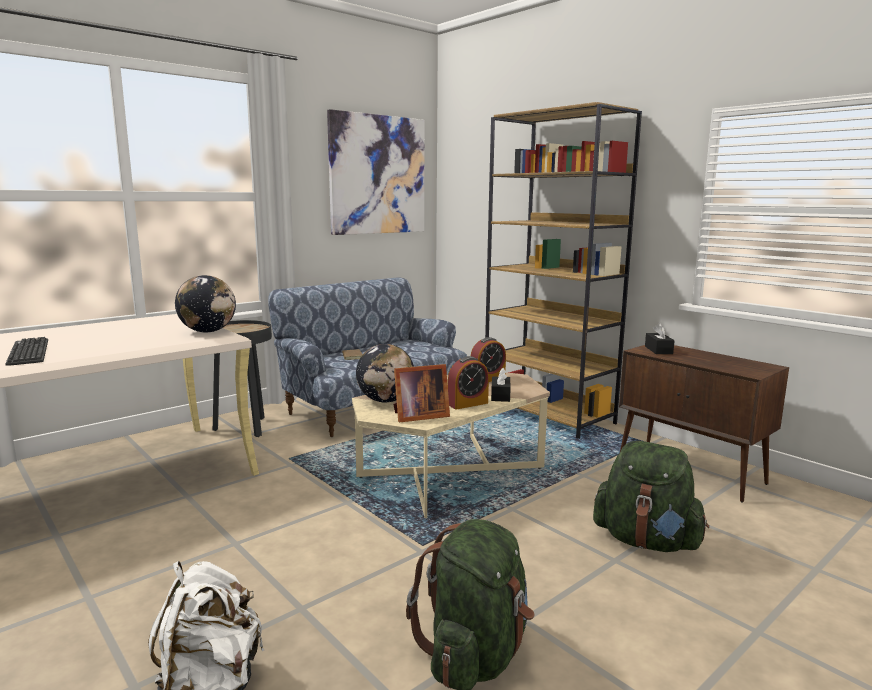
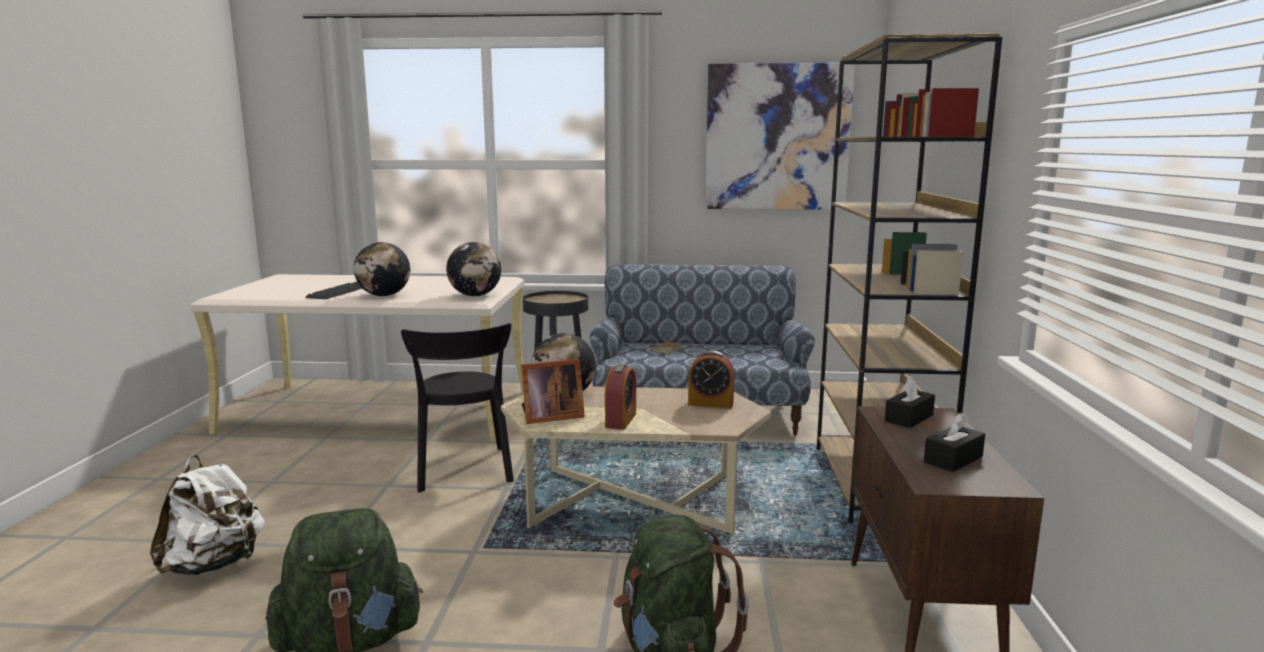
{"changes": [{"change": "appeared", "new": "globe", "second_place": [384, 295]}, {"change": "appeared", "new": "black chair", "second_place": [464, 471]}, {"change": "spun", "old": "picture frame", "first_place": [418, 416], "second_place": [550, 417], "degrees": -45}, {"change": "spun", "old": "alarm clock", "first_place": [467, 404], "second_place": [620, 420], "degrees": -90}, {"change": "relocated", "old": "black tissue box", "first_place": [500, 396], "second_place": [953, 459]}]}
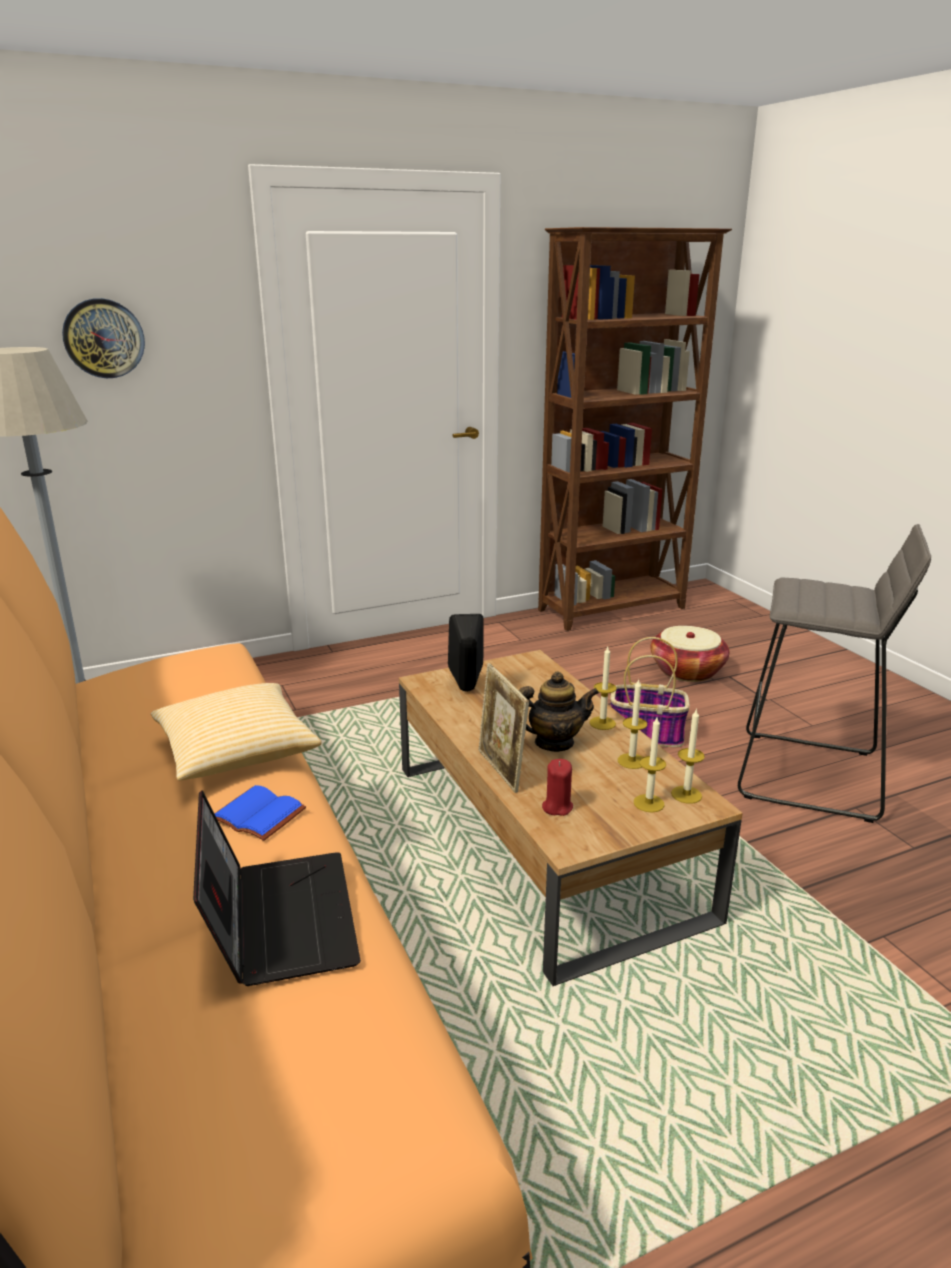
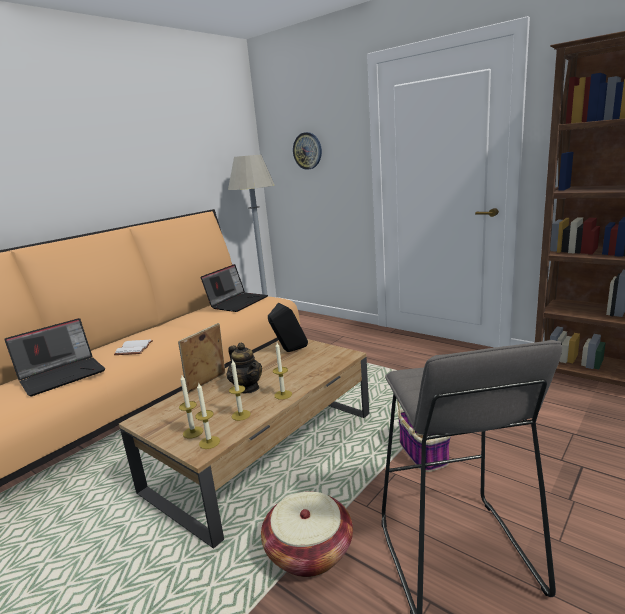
{"changes": [{"change": "colour", "old": "blue book", "new": "white book", "first_place": [255, 816], "second_place": [133, 348]}, {"change": "appeared", "new": "laptop", "second_place": [237, 302]}, {"change": "relocated", "old": "basket", "first_place": [687, 671], "second_place": [309, 551]}, {"change": "missing", "old": "pillow", "first_place": [236, 752]}, {"change": "missing", "old": "red candle", "first_place": [557, 807]}]}
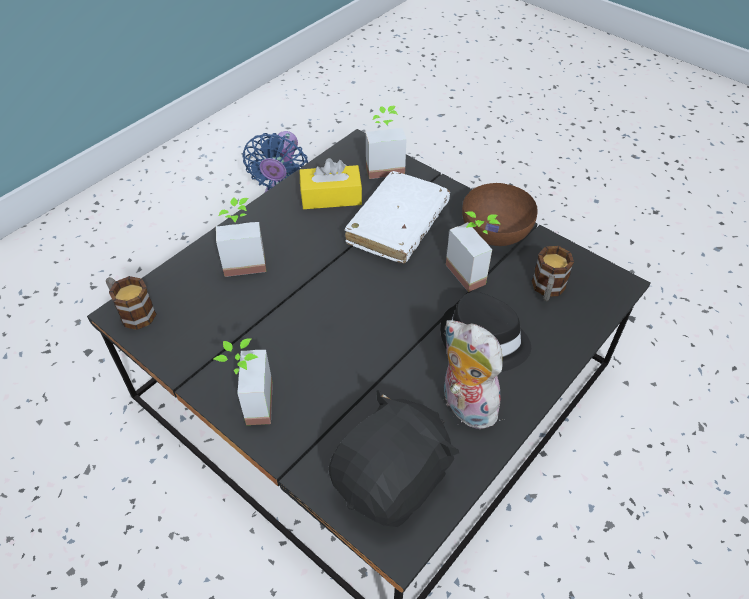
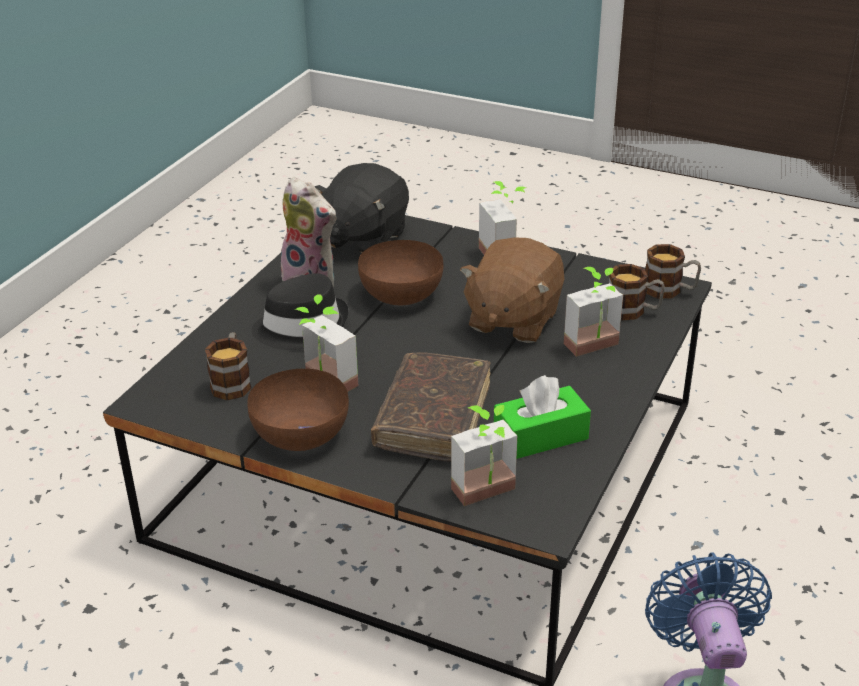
{"changes": [{"change": "appeared", "new": "brown bowl", "second_place": [401, 293]}, {"change": "colour", "old": "white book", "new": "brown book", "first_place": [397, 225], "second_place": [433, 418]}, {"change": "appeared", "new": "brown plush toy", "second_place": [512, 319]}, {"change": "colour", "old": "yellow tissue box", "new": "green tissue box", "first_place": [331, 197], "second_place": [540, 436]}, {"change": "appeared", "new": "mug", "second_place": [633, 311]}]}
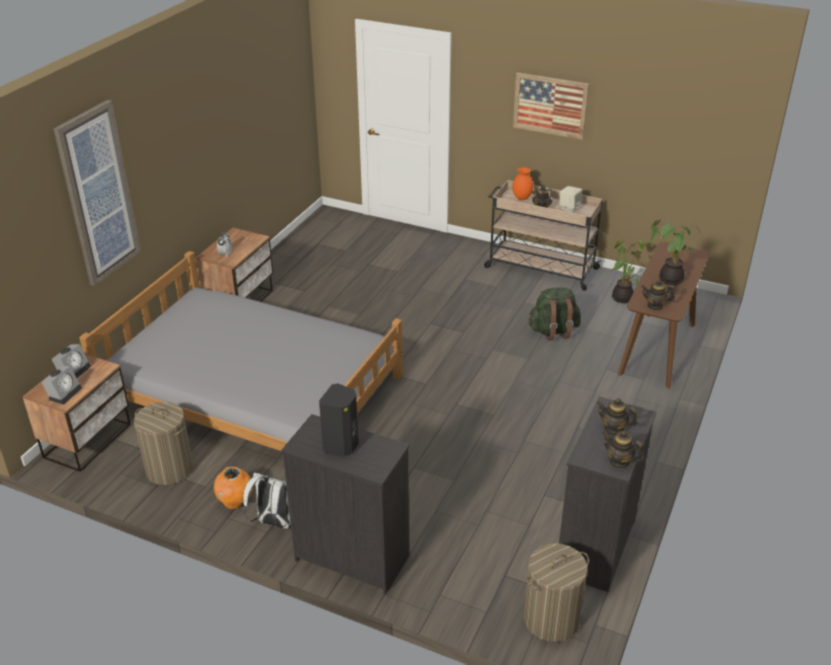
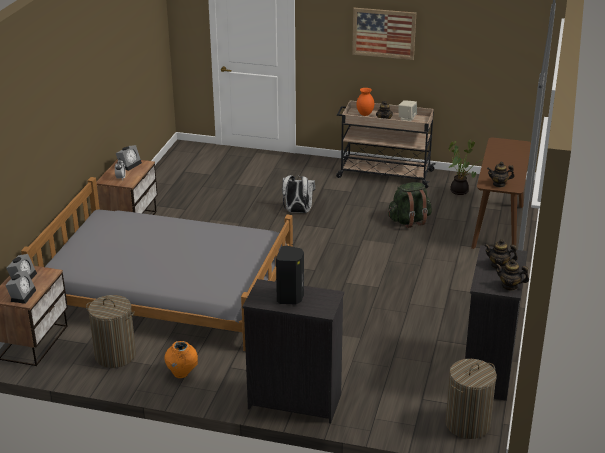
{"changes": [{"change": "appeared", "new": "alarm clock", "second_place": [129, 164]}, {"change": "relocated", "old": "white backpack", "first_place": [275, 522], "second_place": [297, 211]}, {"change": "missing", "old": "picture", "first_place": [98, 194]}, {"change": "missing", "old": "potted plant", "first_place": [668, 278]}]}
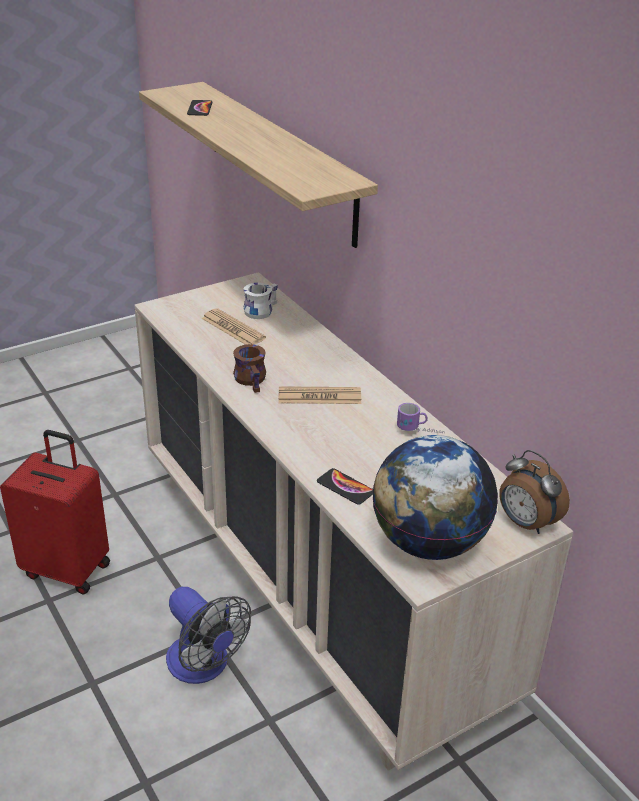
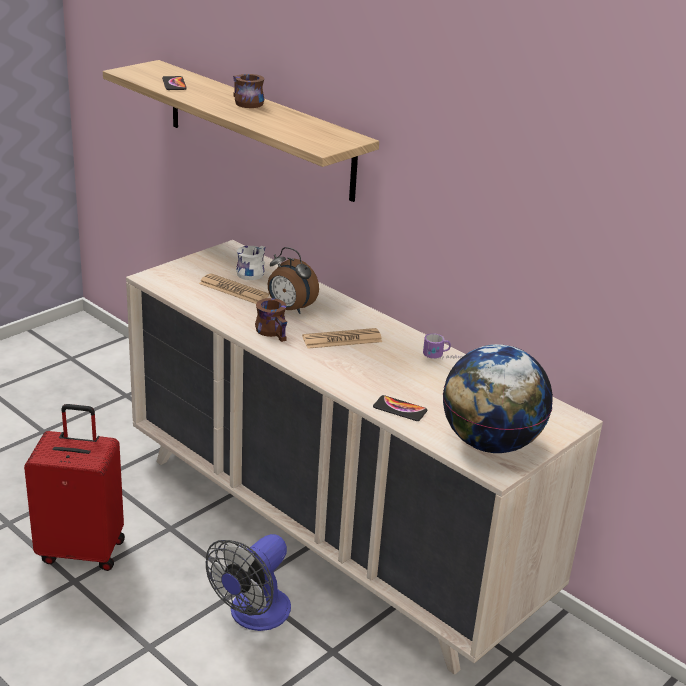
{"changes": [{"change": "spun", "old": "fan", "first_place": [204, 666], "second_place": [253, 616], "degrees": 90}, {"change": "appeared", "new": "brown mug", "second_place": [244, 103]}, {"change": "relocated", "old": "alarm clock", "first_place": [525, 523], "second_place": [290, 309]}]}
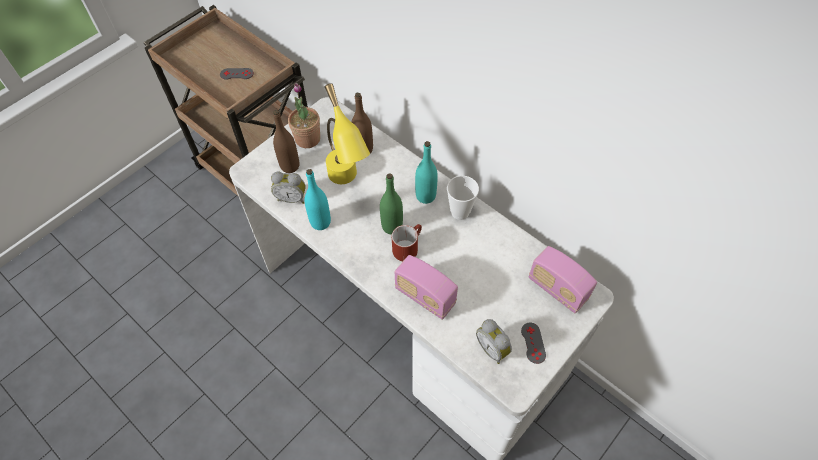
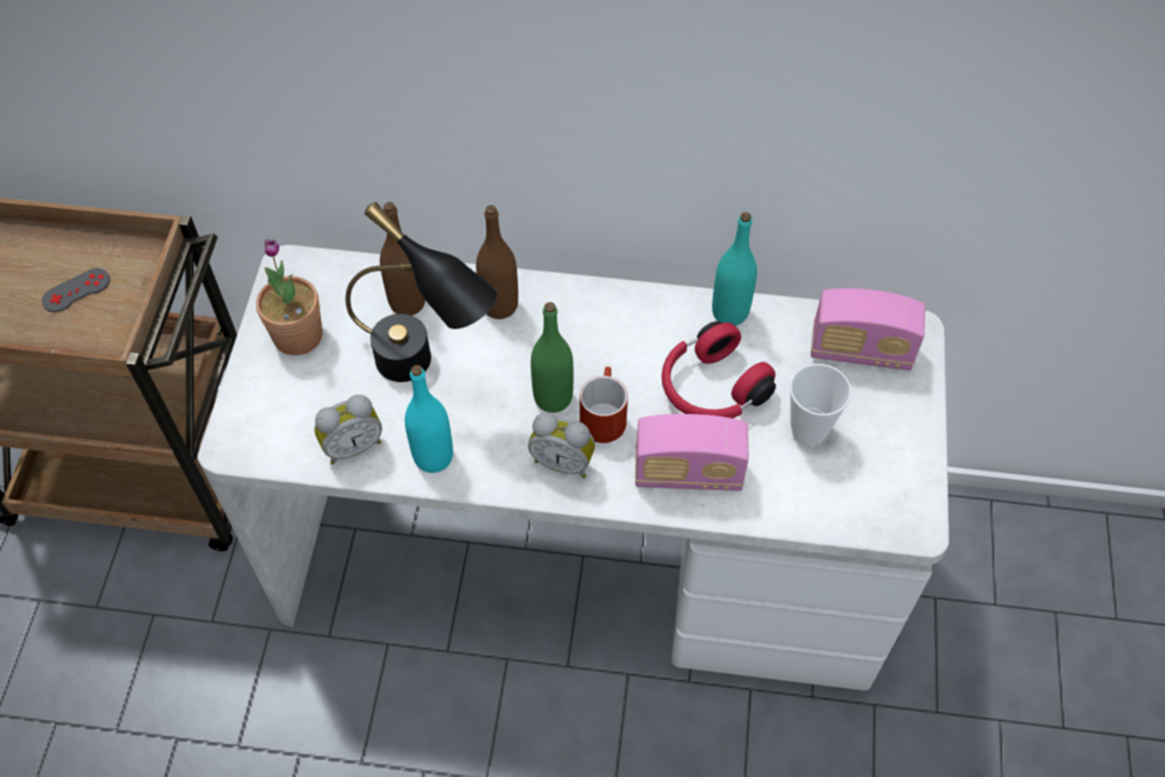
{"changes": [{"change": "colour", "old": "yellow table lamp", "new": "black table lamp", "first_place": [347, 183], "second_place": [426, 371]}, {"change": "relocated", "old": "brown bottle", "first_place": [290, 166], "second_place": [499, 305]}, {"change": "relocated", "old": "alarm clock", "first_place": [493, 348], "second_place": [563, 461]}, {"change": "appeared", "new": "red headphones", "second_place": [711, 389]}, {"change": "relocated", "old": "turquoise bottle", "first_place": [425, 196], "second_place": [730, 312]}, {"change": "relocated", "old": "cup", "first_place": [460, 212], "second_place": [808, 431]}, {"change": "missing", "old": "grey game controller", "first_place": [533, 343]}]}
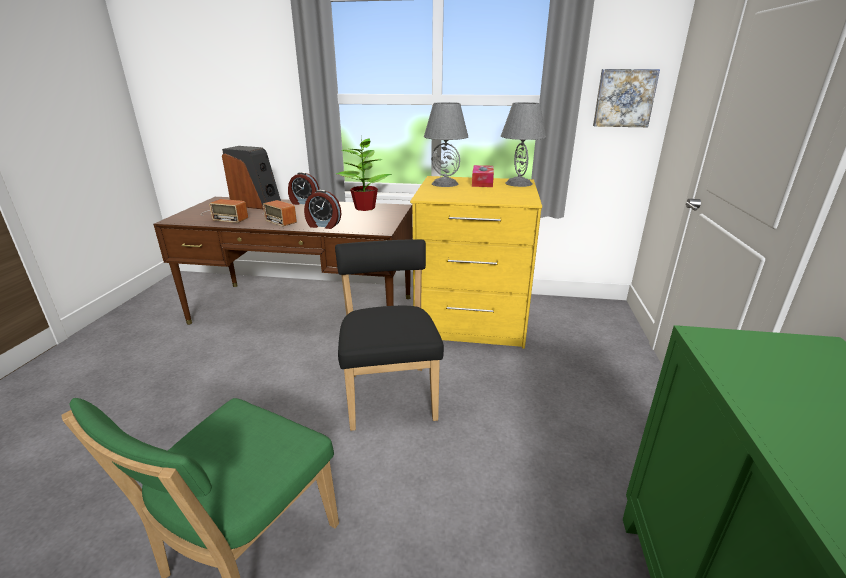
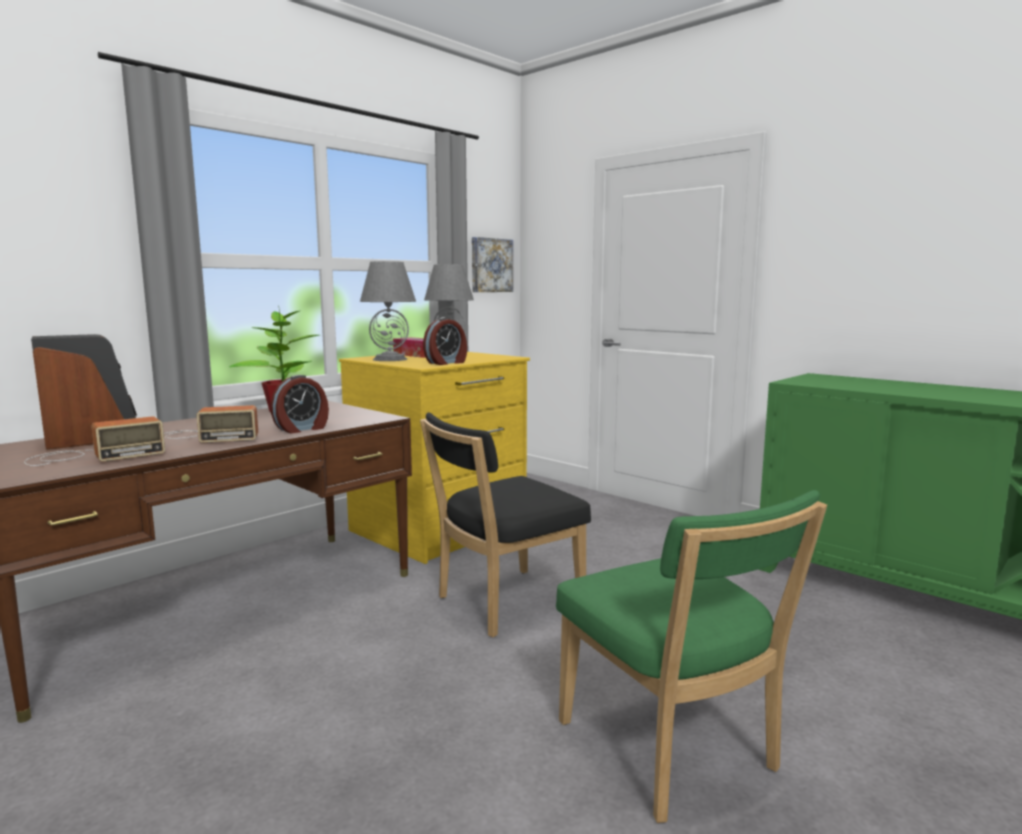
{"changes": [{"change": "spun", "old": "black chair", "first_place": [390, 393], "second_place": [503, 604], "degrees": -60}, {"change": "relocated", "old": "alarm clock", "first_place": [304, 203], "second_place": [446, 363]}]}
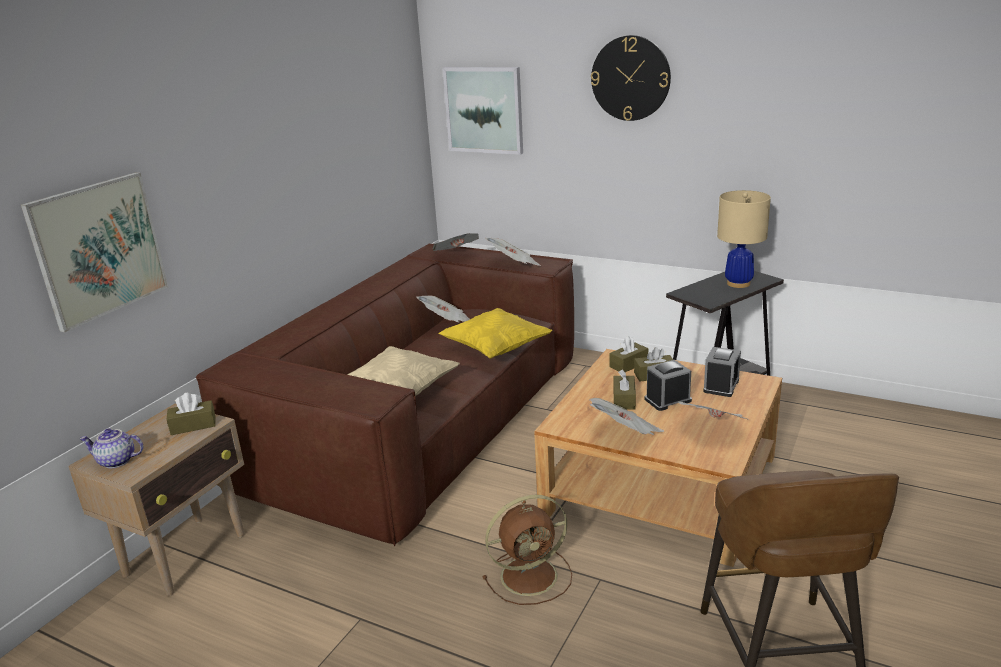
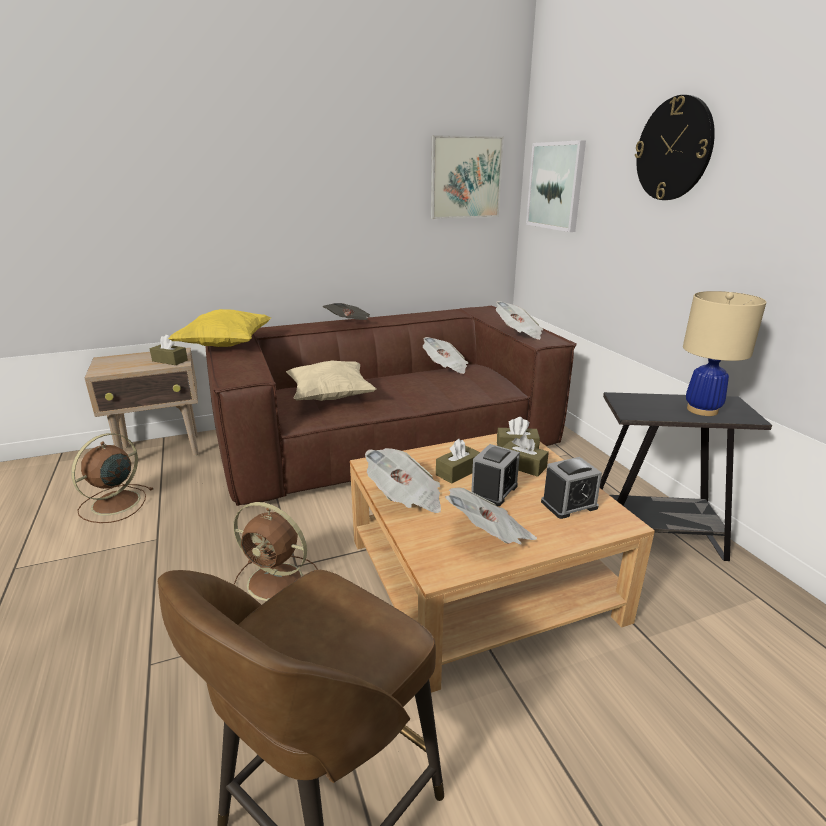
{"changes": [{"change": "appeared", "new": "brown fan", "second_place": [114, 504]}, {"change": "relocated", "old": "yellow pillow", "first_place": [496, 349], "second_place": [225, 345]}, {"change": "relocated", "old": "newspaper", "first_place": [456, 255], "second_place": [349, 325]}, {"change": "relocated", "old": "picture", "first_place": [98, 249], "second_place": [465, 178]}, {"change": "spun", "old": "alarm clock", "first_place": [668, 400], "second_place": [494, 491], "degrees": 105}, {"change": "missing", "old": "teapot", "first_place": [116, 462]}]}
